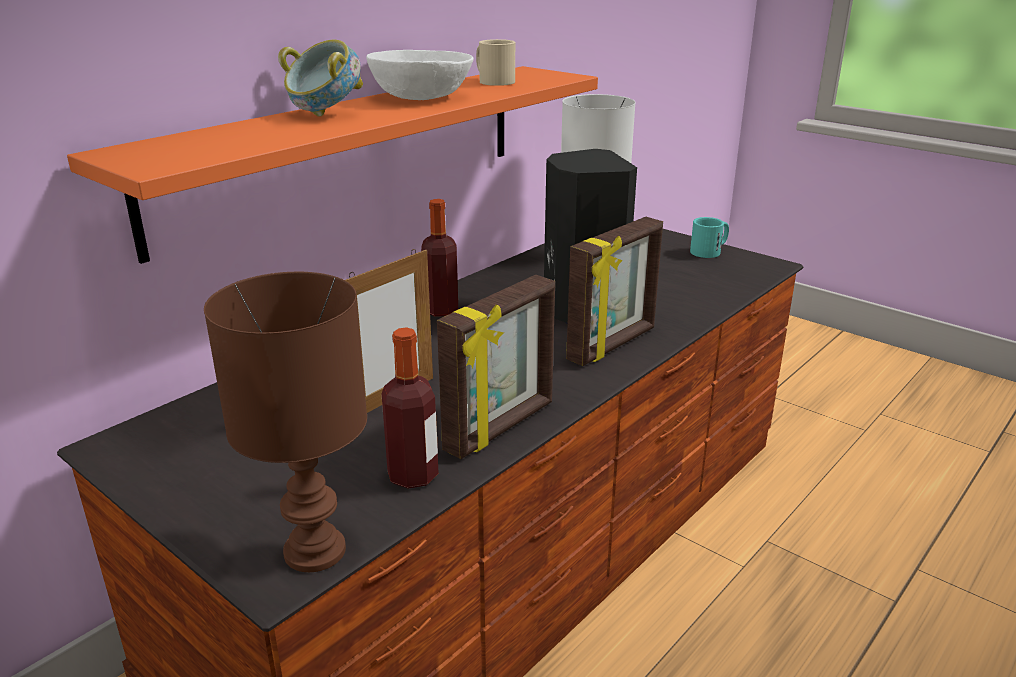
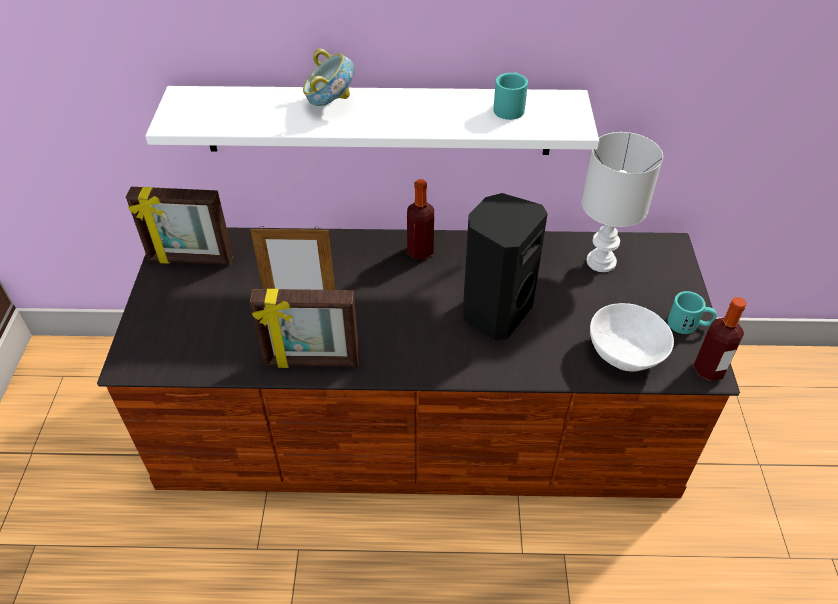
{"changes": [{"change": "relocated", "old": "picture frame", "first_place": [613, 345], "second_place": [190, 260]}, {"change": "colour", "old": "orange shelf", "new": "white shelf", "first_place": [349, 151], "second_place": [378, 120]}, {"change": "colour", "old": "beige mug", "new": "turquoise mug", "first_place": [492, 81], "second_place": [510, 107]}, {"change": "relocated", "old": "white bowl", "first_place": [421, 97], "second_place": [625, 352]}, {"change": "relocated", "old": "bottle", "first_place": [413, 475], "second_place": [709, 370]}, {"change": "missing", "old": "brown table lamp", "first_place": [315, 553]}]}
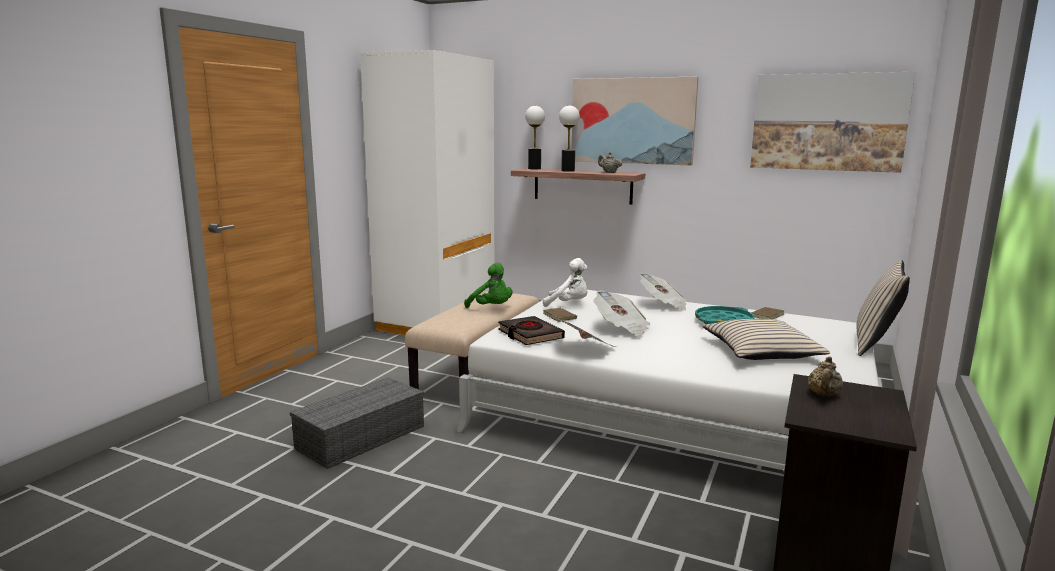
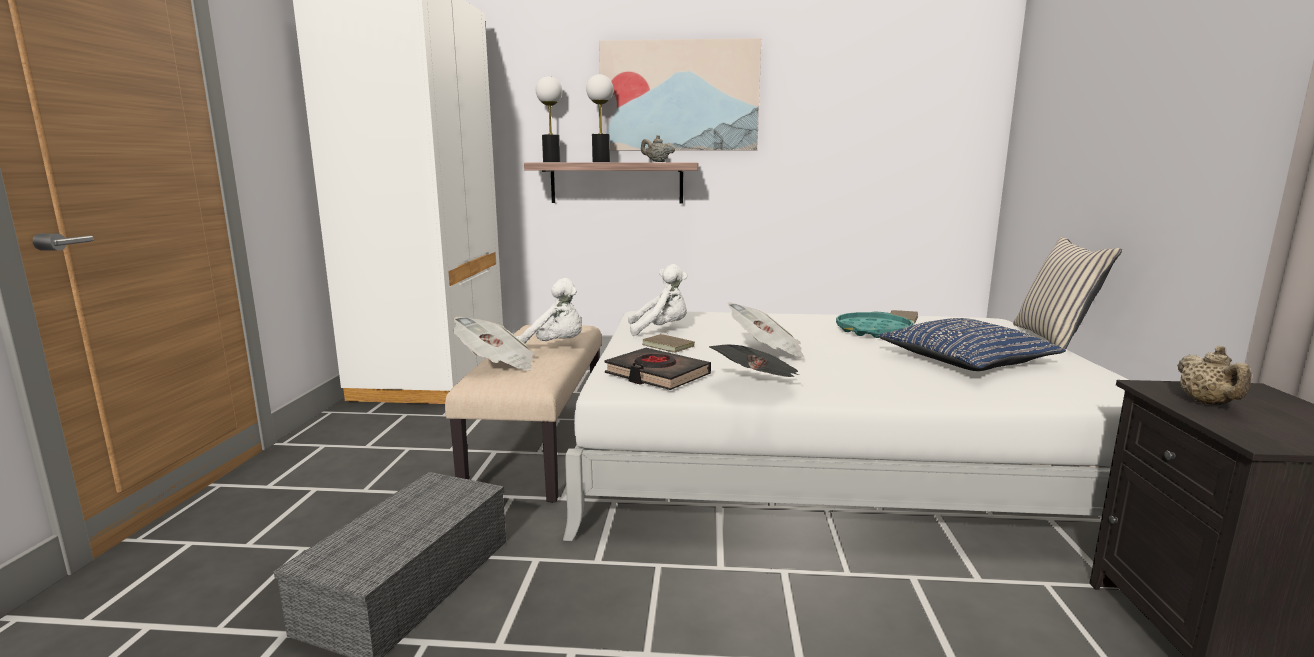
{"changes": [{"change": "relocated", "old": "newspaper", "first_place": [663, 305], "second_place": [497, 364]}, {"change": "colour", "old": "green plush toy", "new": "white plush toy", "first_place": [491, 308], "second_place": [556, 346]}, {"change": "colour", "old": "beige pillow", "new": "blue pillow", "first_place": [761, 351], "second_place": [965, 360]}, {"change": "missing", "old": "picture", "first_place": [828, 122]}]}
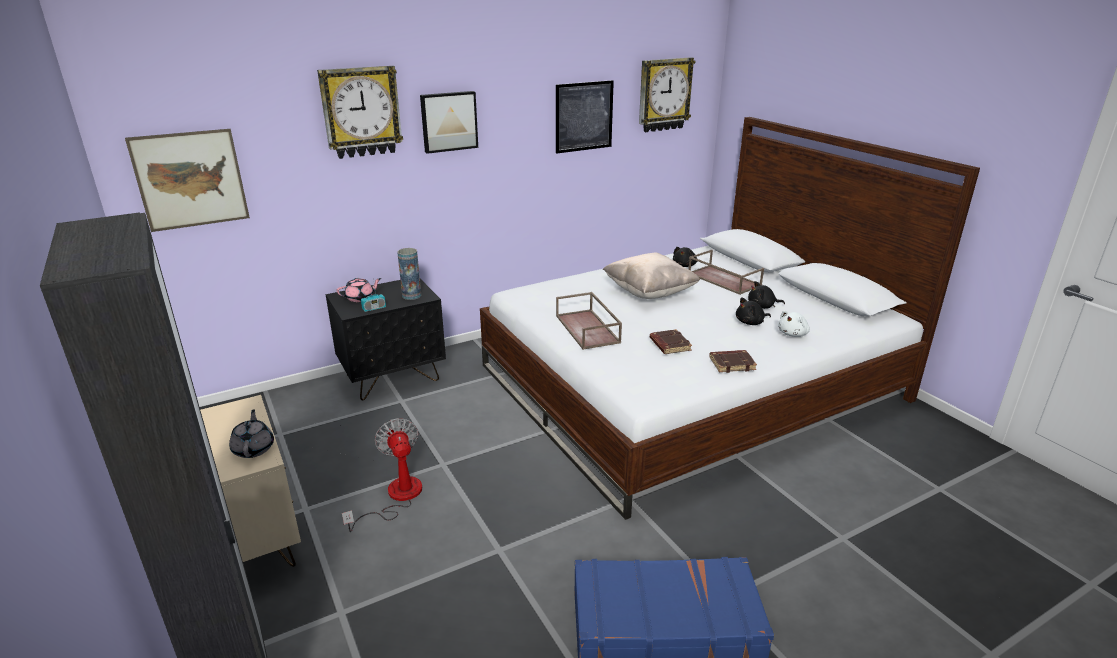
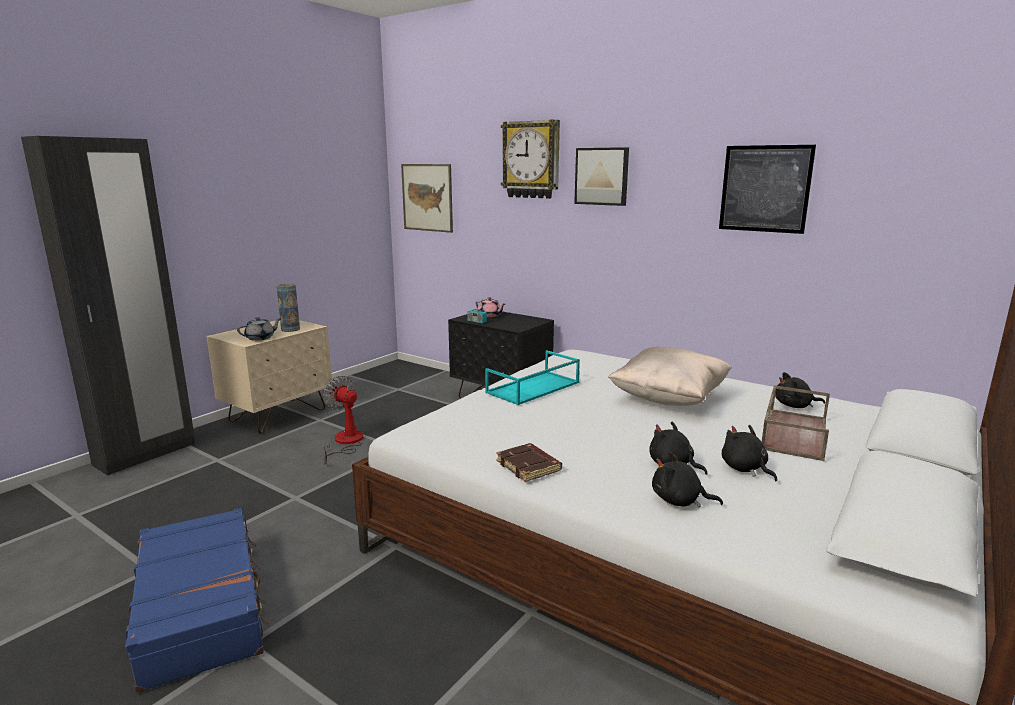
{"changes": [{"change": "relocated", "old": "vase", "first_place": [411, 295], "second_place": [290, 329]}, {"change": "spun", "old": "fan", "first_place": [396, 497], "second_place": [345, 443], "degrees": -90}, {"change": "colour", "old": "brown tray", "new": "turquoise tray", "first_place": [588, 329], "second_place": [533, 388]}, {"change": "colour", "old": "white plush toy", "new": "black plush toy", "first_place": [793, 334], "second_place": [679, 501]}, {"change": "missing", "old": "wall clock", "first_place": [664, 94]}, {"change": "missing", "old": "brown book", "first_place": [669, 345]}]}
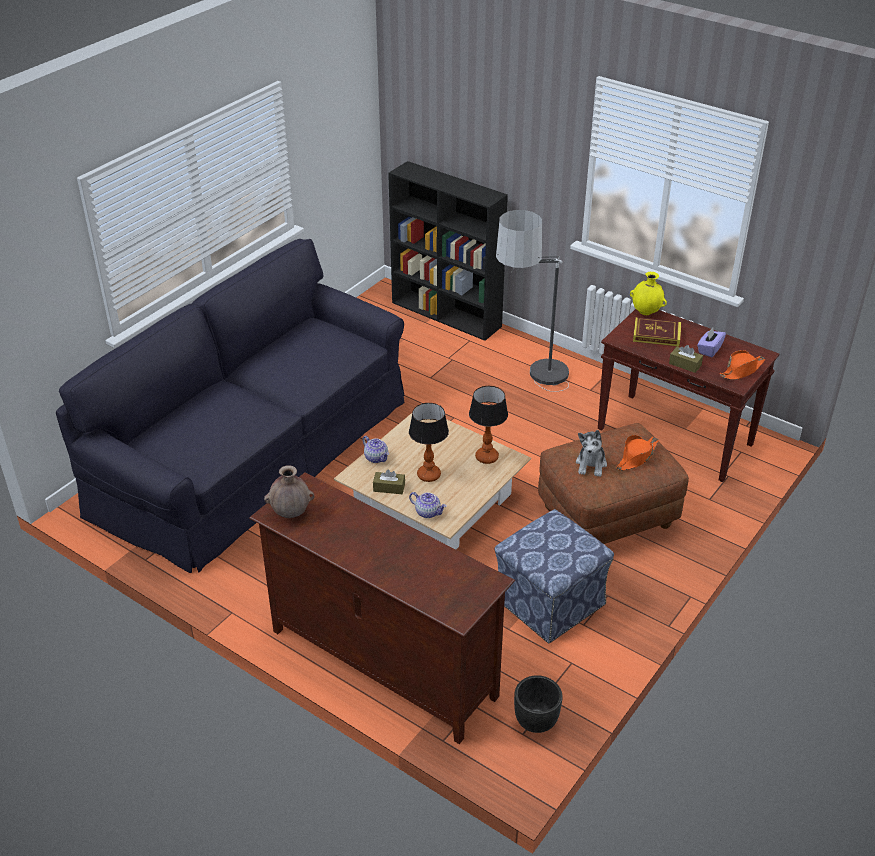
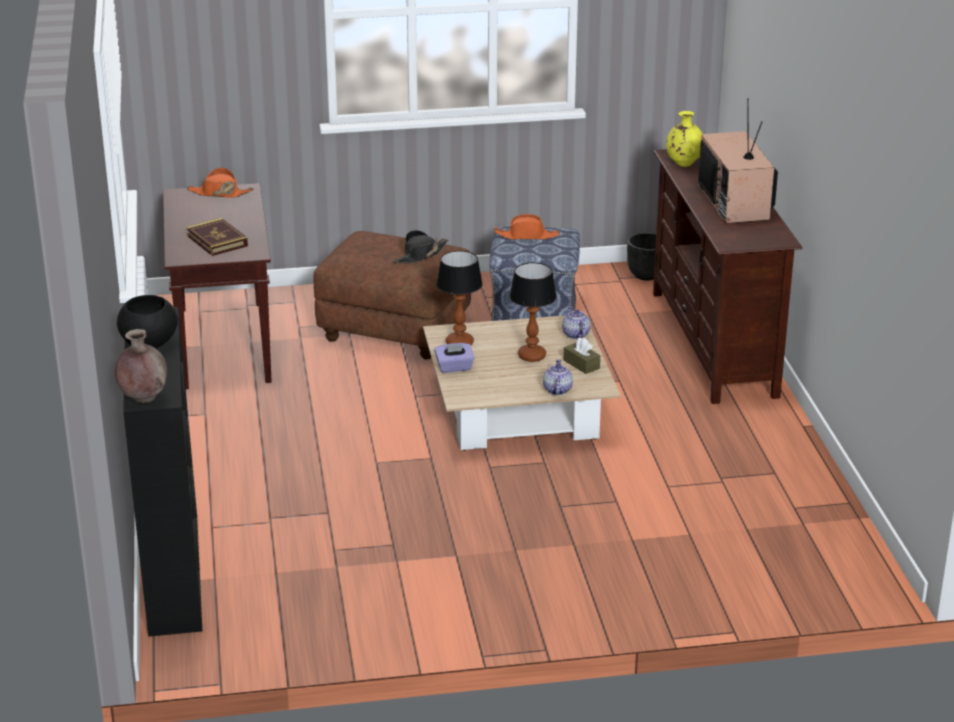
{"changes": [{"change": "relocated", "old": "brown vase", "first_place": [291, 513], "second_place": [143, 398]}, {"change": "appeared", "new": "black bowl", "second_place": [149, 344]}, {"change": "exchanged", "old": "plush toy", "new": "black hat", "first_place": [591, 464], "second_place": [420, 255]}, {"change": "relocated", "old": "purple tissue box", "first_place": [709, 350], "second_place": [454, 368]}, {"change": "relocated", "old": "orange hat", "first_place": [636, 457], "second_place": [527, 236]}, {"change": "relocated", "old": "yellow vase", "first_place": [646, 312], "second_place": [683, 164]}, {"change": "appeared", "new": "television", "second_place": [735, 203]}, {"change": "missing", "old": "black sofa", "first_place": [255, 453]}, {"change": "missing", "old": "floor lamp", "first_place": [532, 390]}, {"change": "missing", "old": "brown tissue box", "first_place": [685, 364]}]}
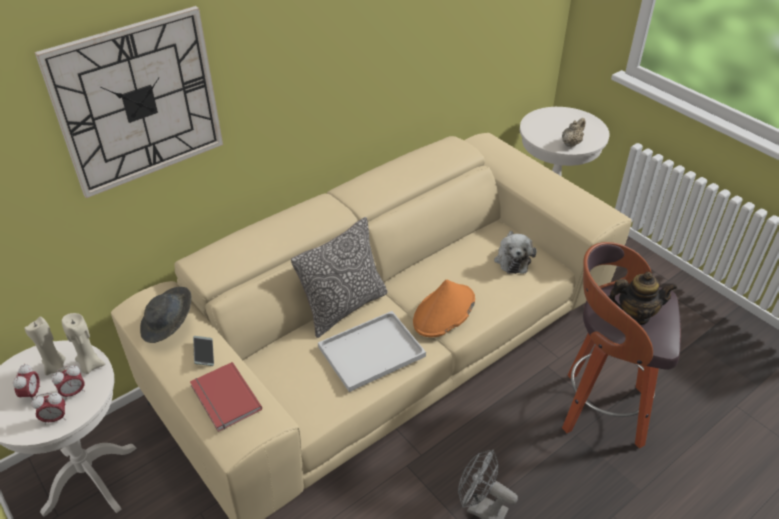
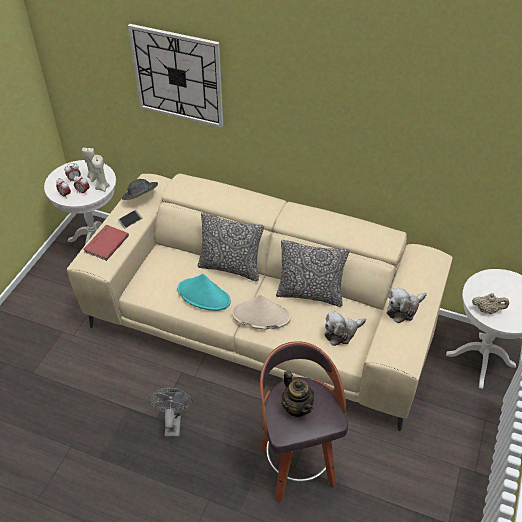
{"changes": [{"change": "exchanged", "old": "white tray", "new": "turquoise hat", "first_place": [372, 350], "second_place": [204, 295]}, {"change": "colour", "old": "orange hat", "new": "beige hat", "first_place": [444, 311], "second_place": [261, 316]}, {"change": "appeared", "new": "pillow", "second_place": [310, 294]}, {"change": "appeared", "new": "plush toy", "second_place": [403, 309]}]}
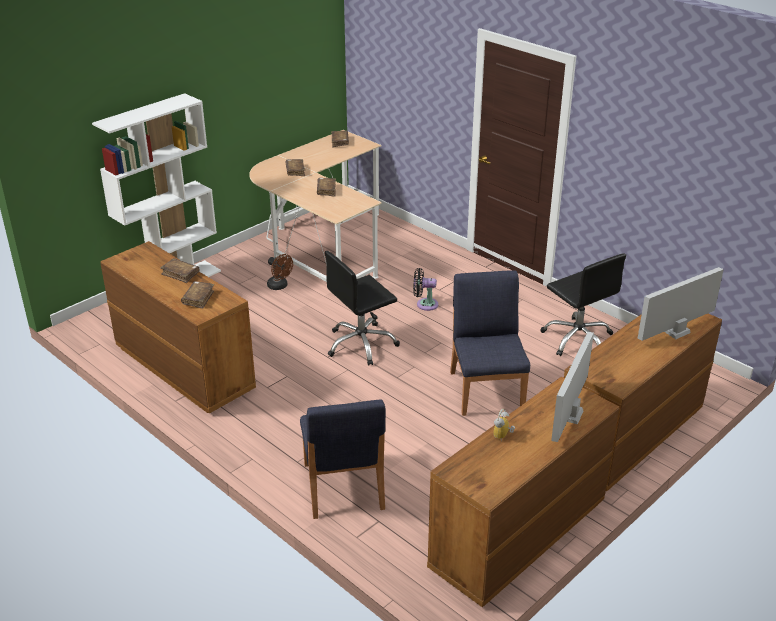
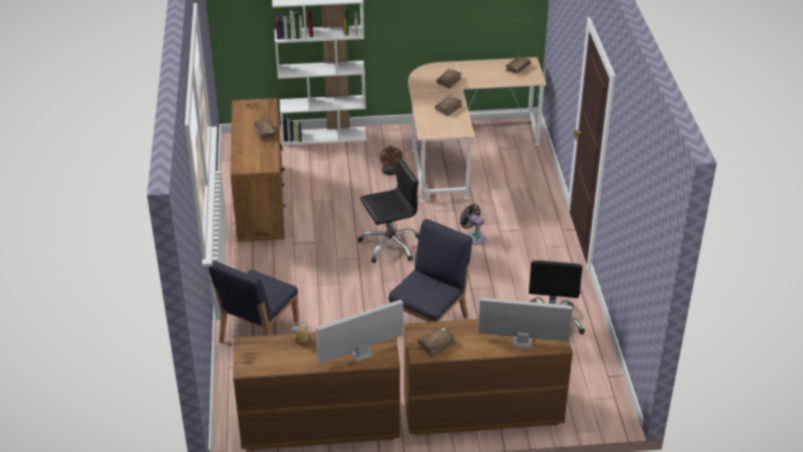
{"changes": [{"change": "spun", "old": "black office chair", "first_place": [361, 344], "second_place": [390, 245], "degrees": 150}, {"change": "relocated", "old": "brown book", "first_place": [198, 298], "second_place": [436, 344]}]}
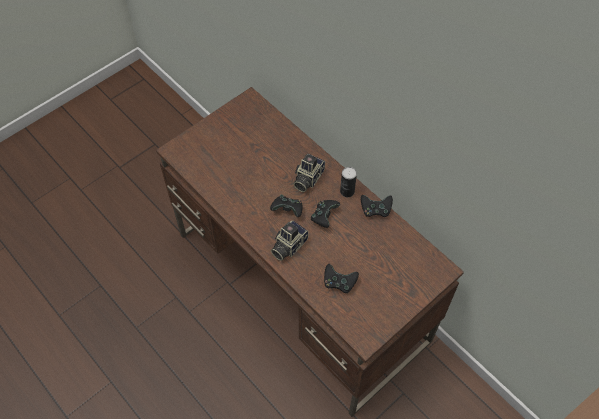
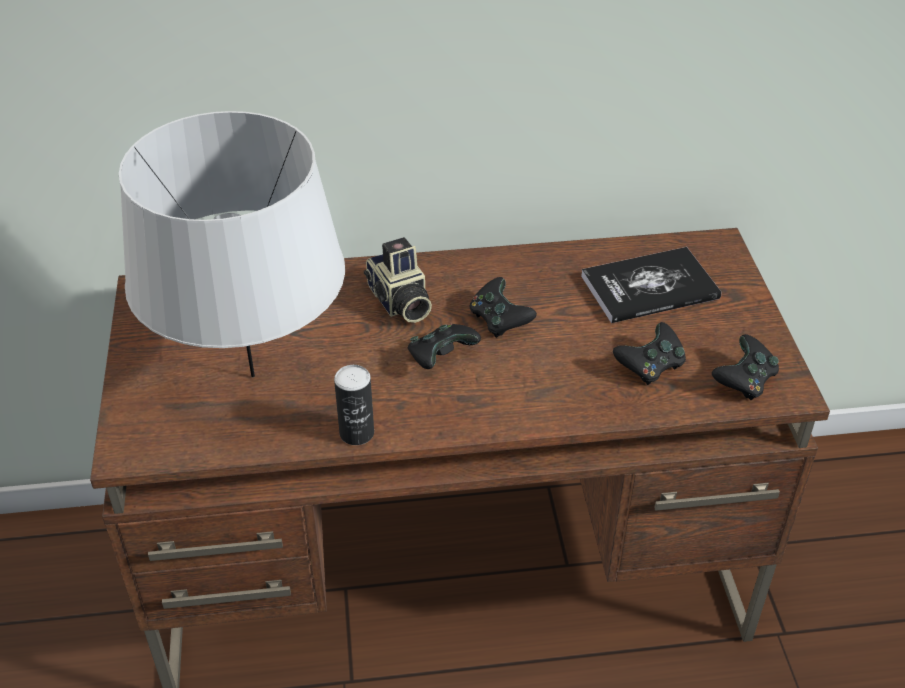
{"changes": [{"change": "appeared", "new": "grey table lamp", "second_place": [252, 376]}, {"change": "relocated", "old": "can", "first_place": [347, 191], "second_place": [357, 433]}, {"change": "appeared", "new": "book", "second_place": [649, 287]}, {"change": "relocated", "old": "black game controller", "first_place": [375, 210], "second_place": [744, 382]}, {"change": "missing", "old": "photo camera", "first_place": [288, 246]}]}
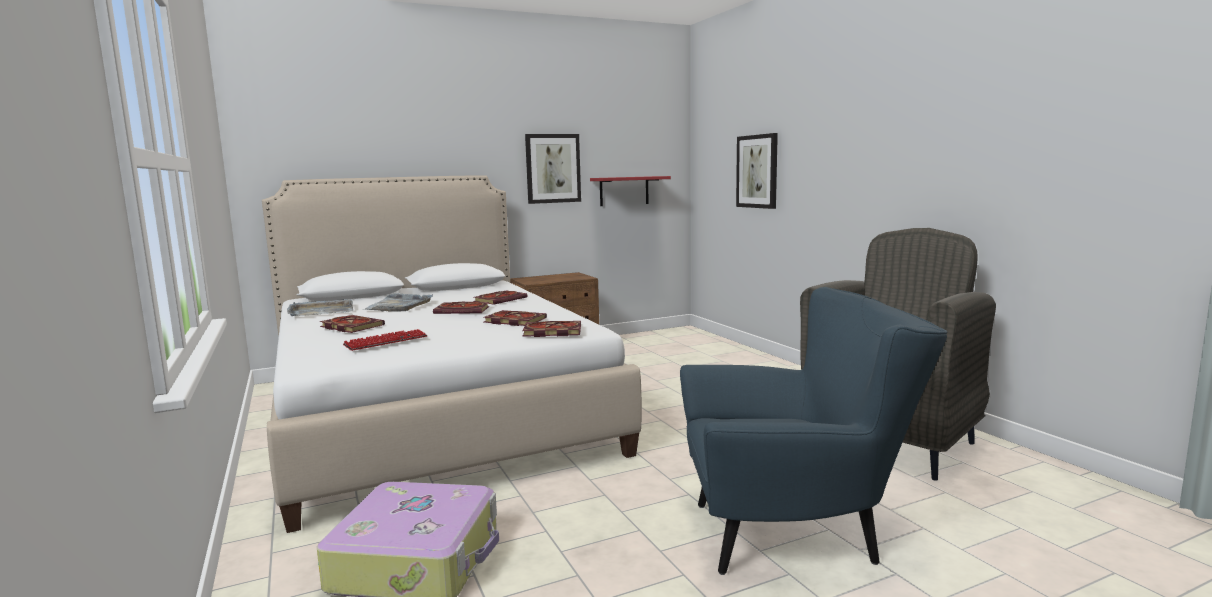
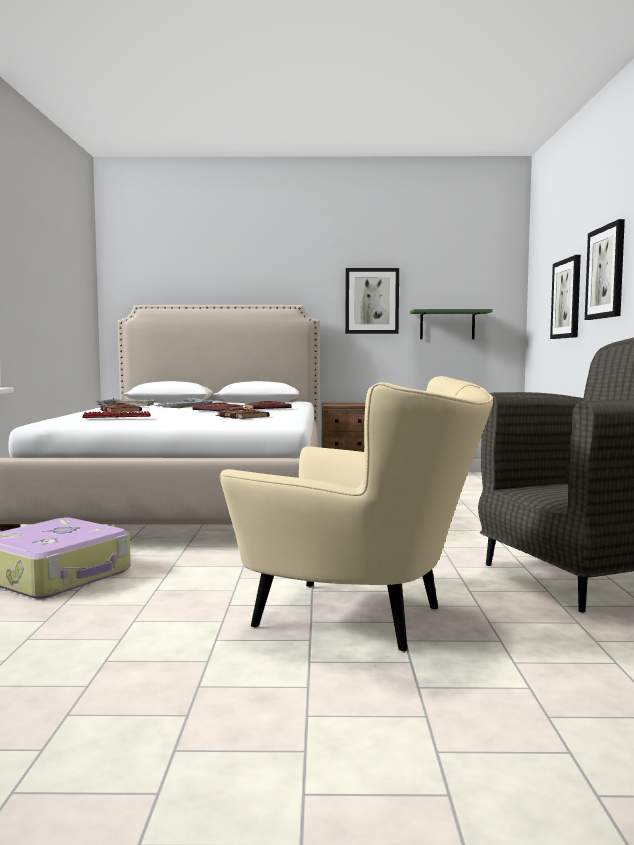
{"changes": [{"change": "colour", "old": "blue armchair", "new": "beige armchair", "first_place": [797, 534], "second_place": [363, 619]}, {"change": "colour", "old": "red shelf", "new": "green shelf", "first_place": [624, 191], "second_place": [447, 325]}, {"change": "appeared", "new": "picture", "second_place": [606, 272]}, {"change": "missing", "old": "book", "first_place": [550, 332]}]}
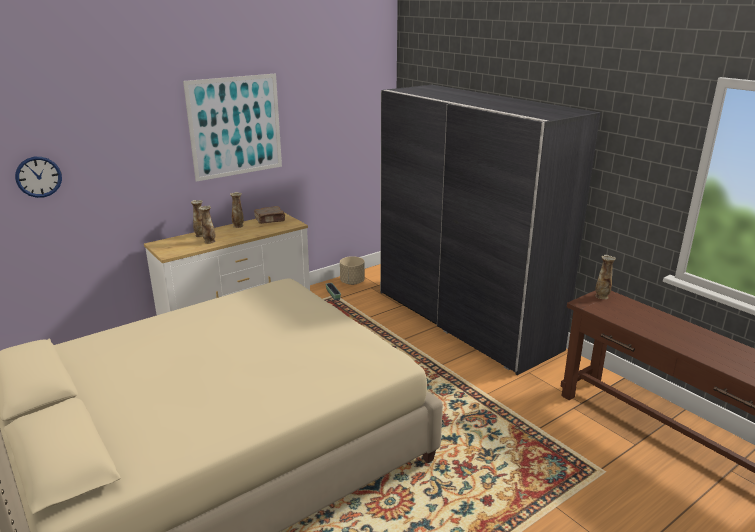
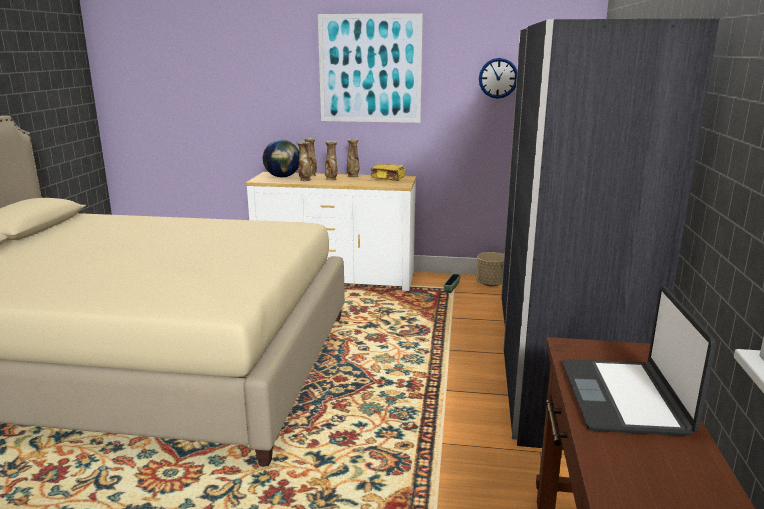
{"changes": [{"change": "appeared", "new": "globe", "second_place": [282, 177]}, {"change": "relocated", "old": "vase", "first_place": [602, 296], "second_place": [331, 179]}, {"change": "colour", "old": "brown book", "new": "yellow book", "first_place": [270, 220], "second_place": [388, 178]}, {"change": "relocated", "old": "wall clock", "first_place": [38, 177], "second_place": [498, 78]}, {"change": "appeared", "new": "laptop", "second_place": [625, 398]}]}
